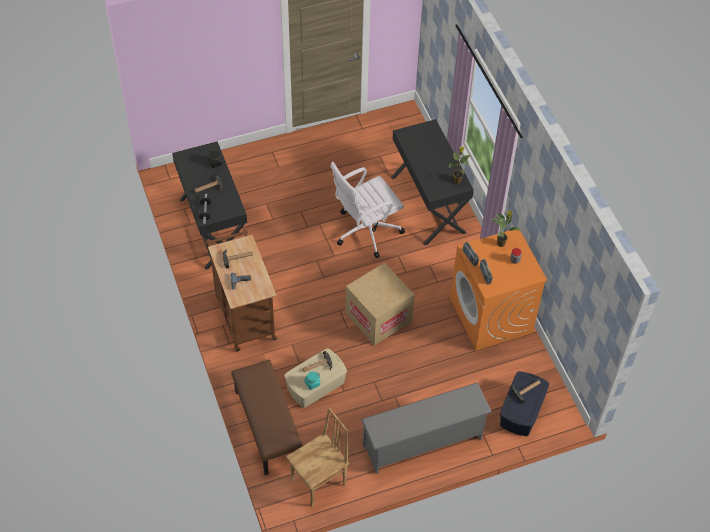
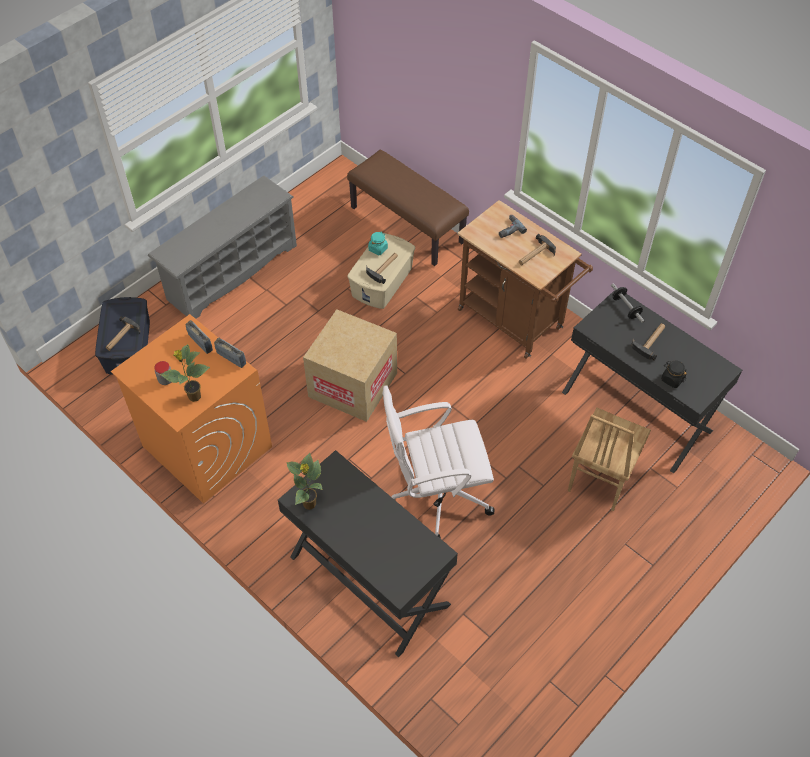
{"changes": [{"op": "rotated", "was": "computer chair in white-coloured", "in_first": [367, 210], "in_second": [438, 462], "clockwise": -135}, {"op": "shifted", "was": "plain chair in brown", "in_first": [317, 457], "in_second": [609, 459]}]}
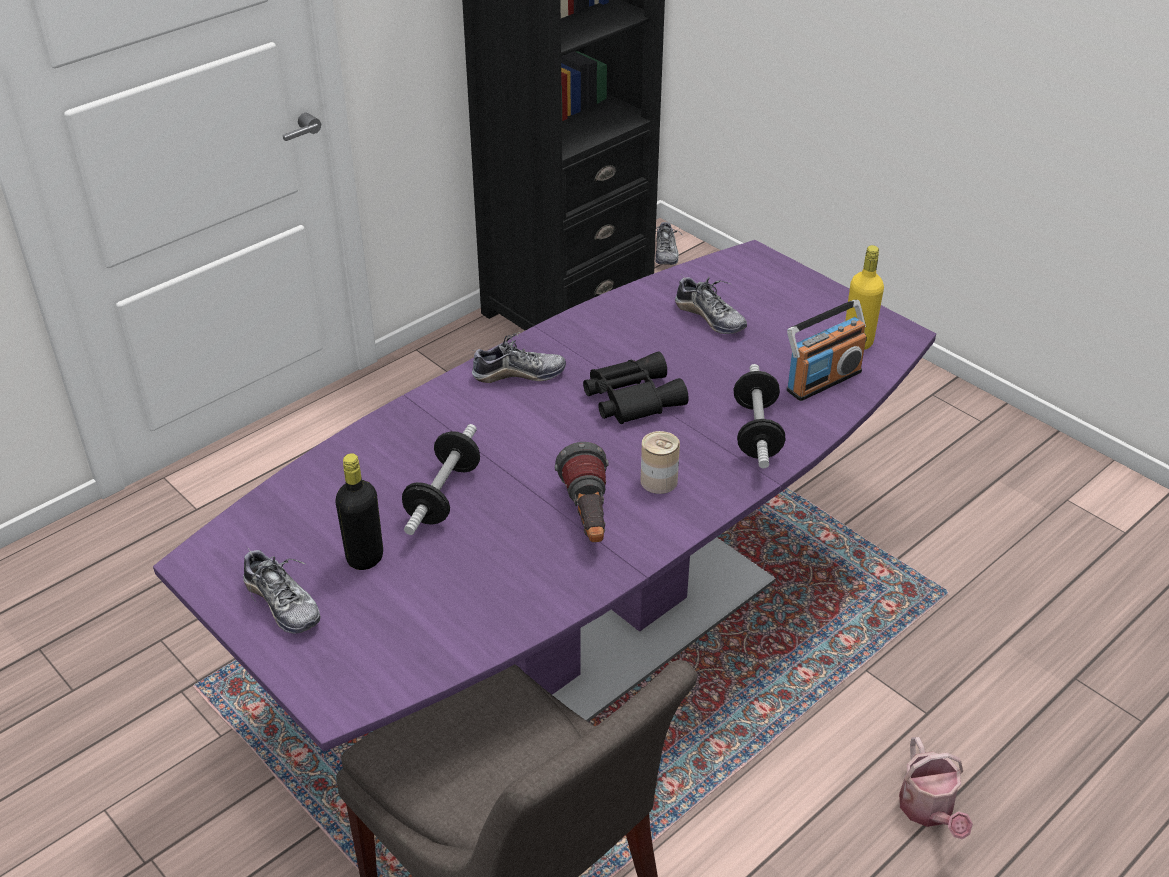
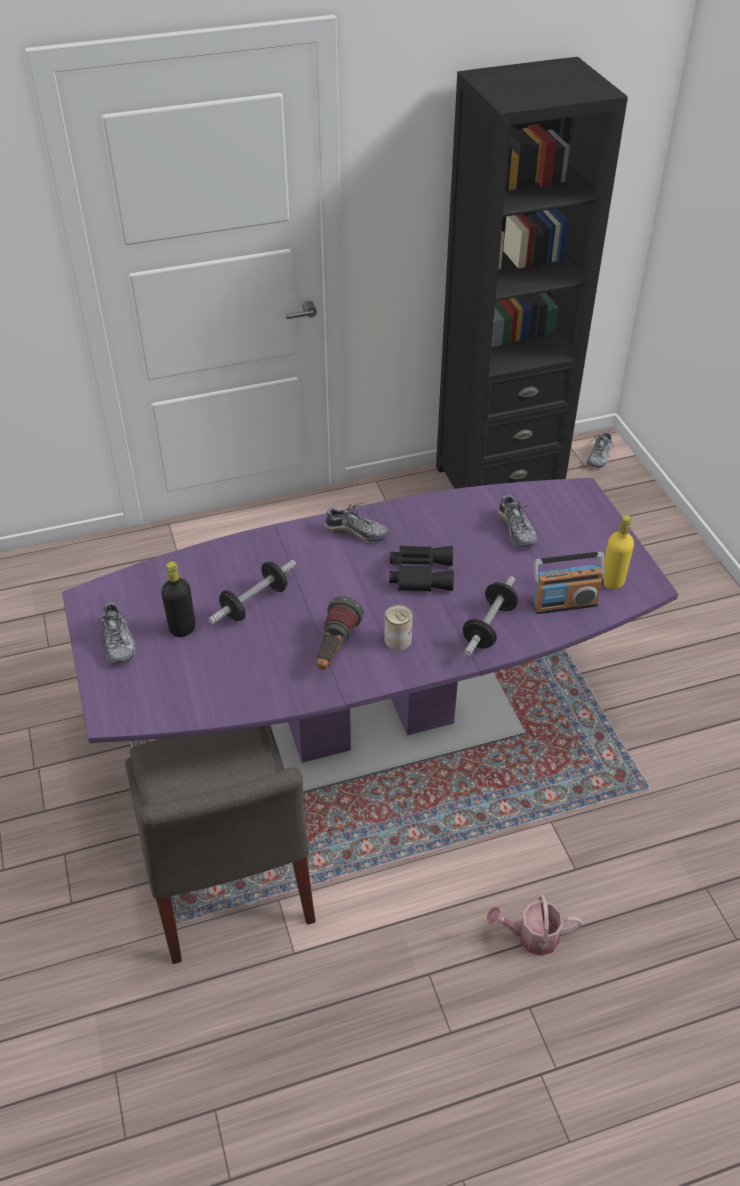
{"changes": [{"op": "rotated", "was": "watering can", "in_first": [936, 788], "in_second": [534, 925], "clockwise": 75}]}
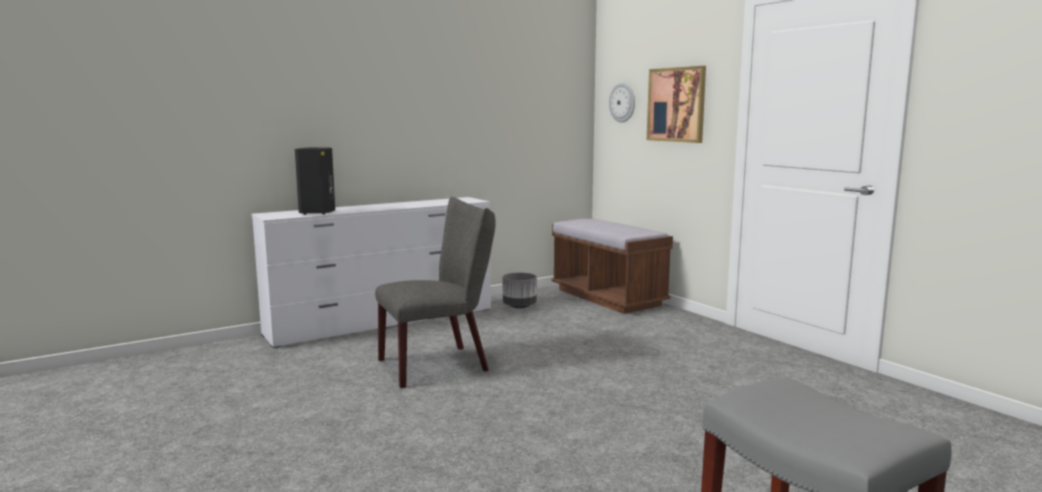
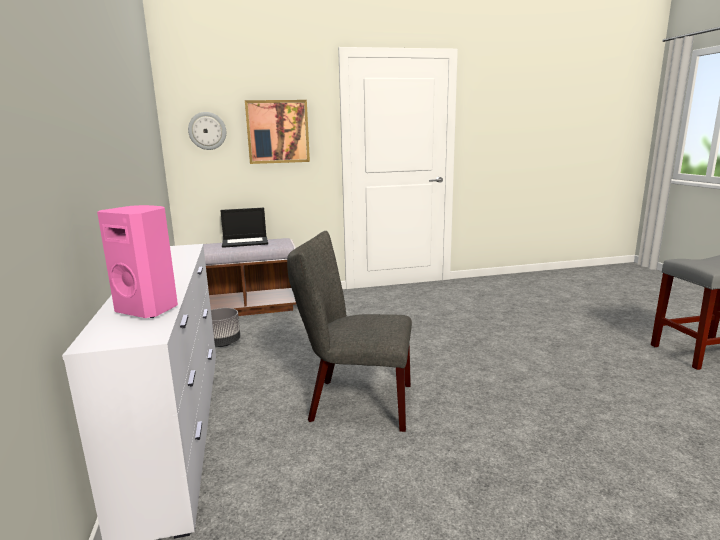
{"changes": [{"op": "repainted", "was": "audio speaker in blackish", "now": "audio speaker in pink-coloured", "in_first": [315, 181], "in_second": [137, 261]}, {"op": "rotated", "was": "plain chair in grey", "in_first": [435, 292], "in_second": [349, 331], "clockwise": -75}, {"op": "new", "now": "notebook computer", "in_second": [244, 228]}]}
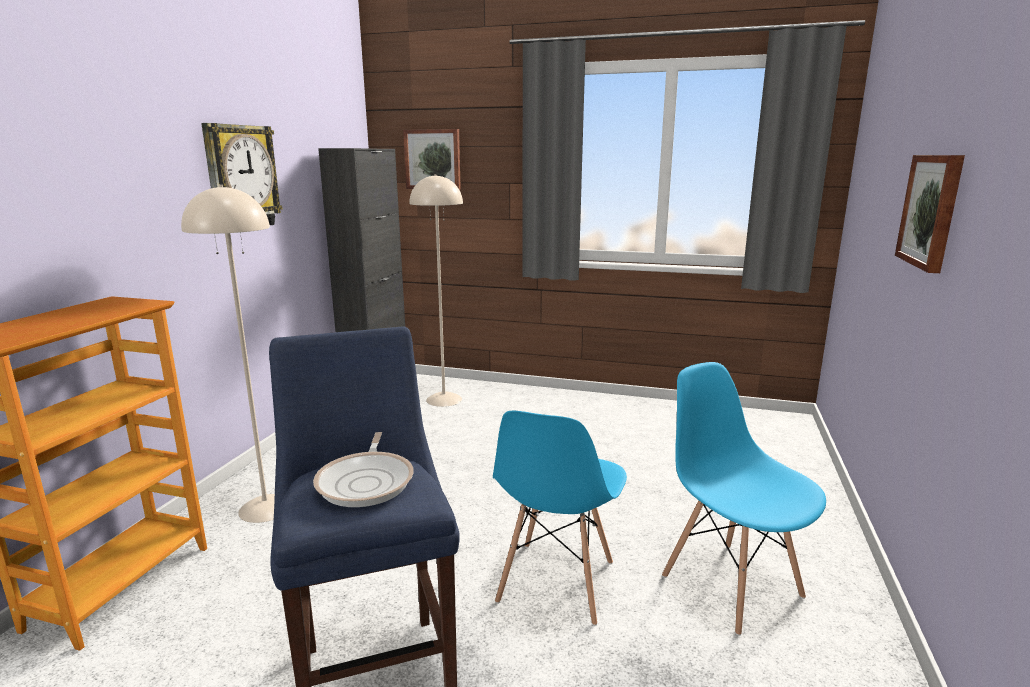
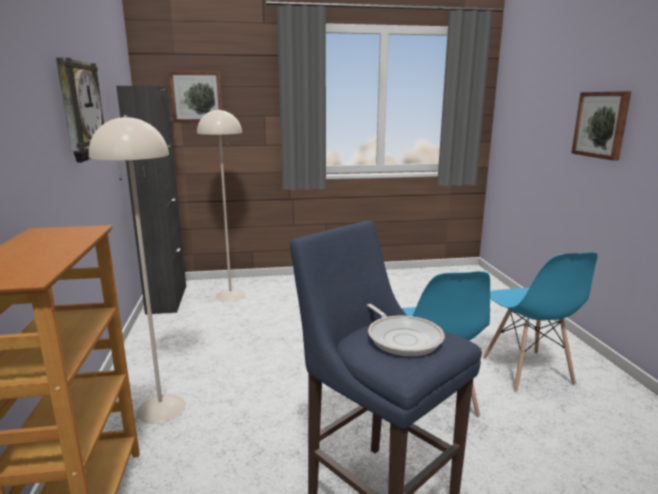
{"changes": [{"op": "rotated", "was": "plain chair in blue", "in_first": [744, 499], "in_second": [540, 322], "clockwise": -135}]}
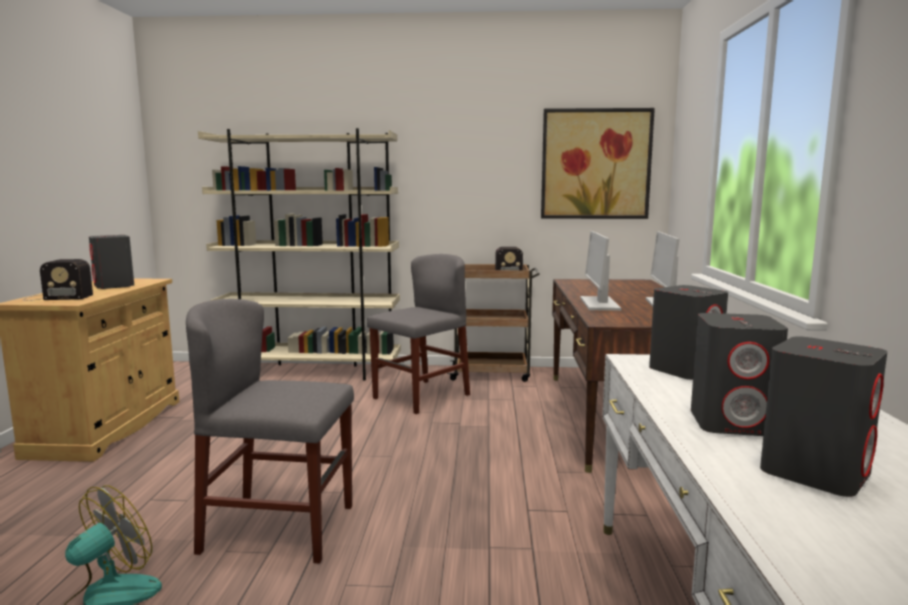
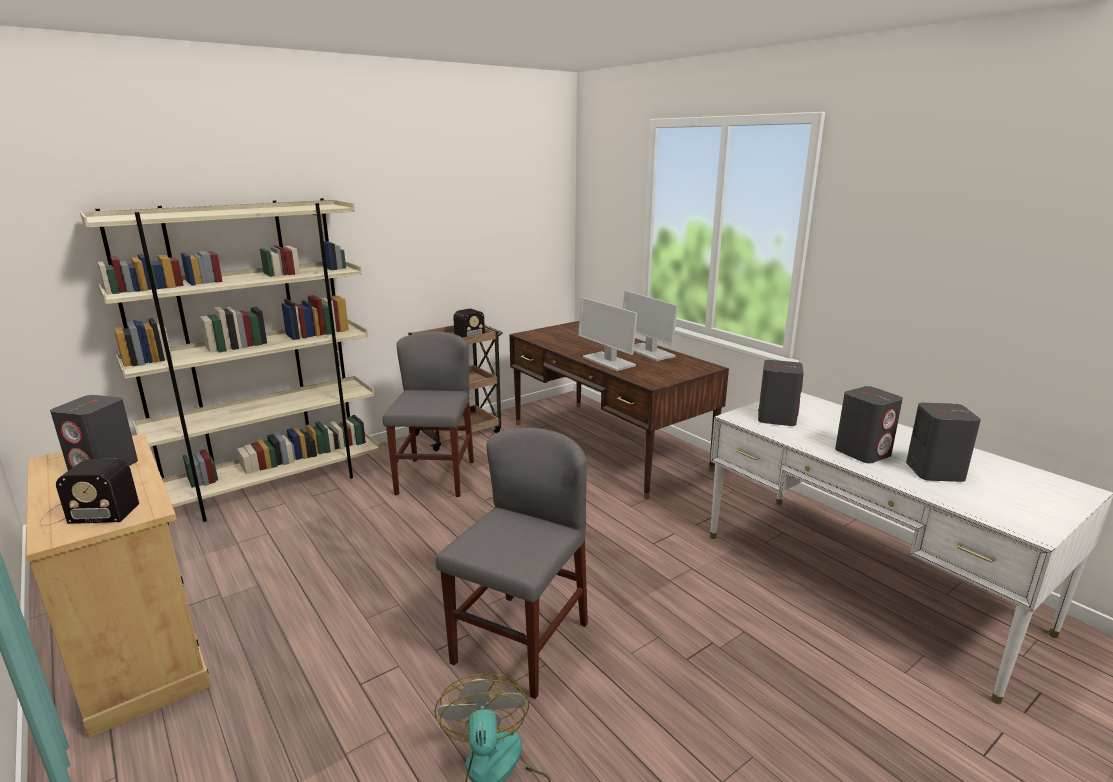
{"changes": [{"op": "gone", "was": "wall picture", "in_first": [598, 163]}, {"op": "rotated", "was": "radio set", "in_first": [58, 280], "in_second": [89, 492], "clockwise": 45}, {"op": "rotated", "was": "plain chair in grey", "in_first": [270, 431], "in_second": [512, 563], "clockwise": 150}]}
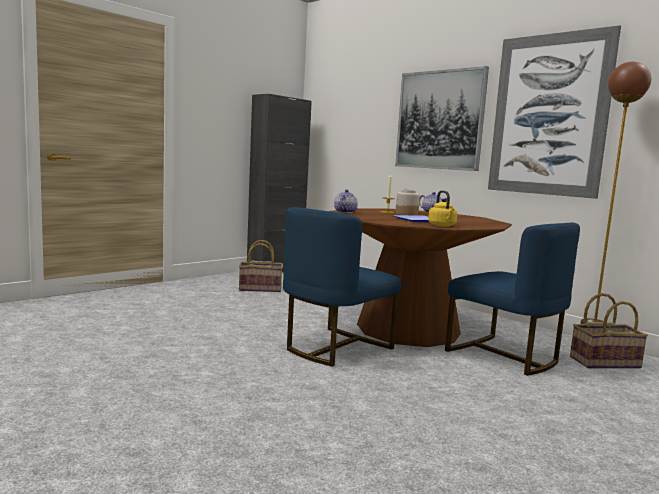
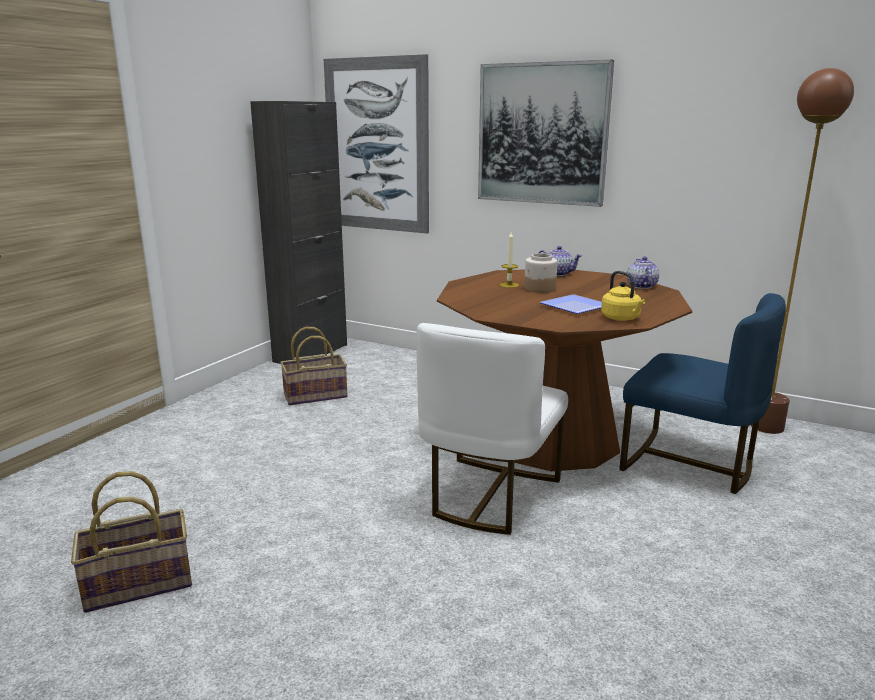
{"changes": [{"op": "shifted", "was": "wall picture", "in_first": [554, 112], "in_second": [376, 144]}, {"op": "shifted", "was": "pot for tea", "in_first": [346, 201], "in_second": [643, 272]}, {"op": "repainted", "was": "plain chair in blue", "now": "plain chair in white-coloured", "in_first": [342, 287], "in_second": [492, 429]}, {"op": "shifted", "was": "household basket", "in_first": [609, 330], "in_second": [131, 542]}]}
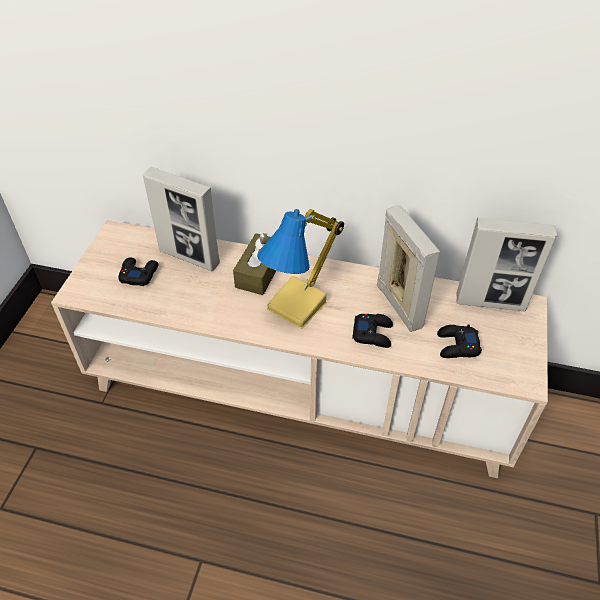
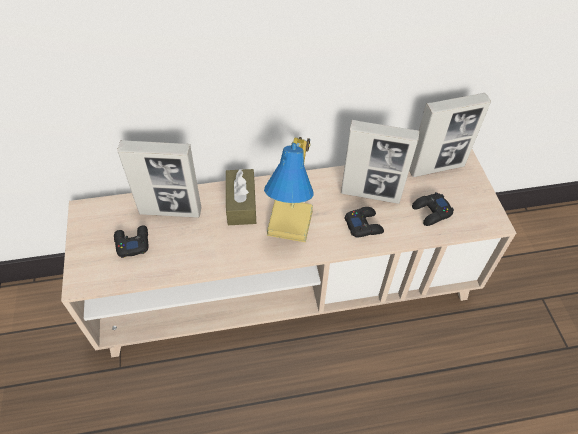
{"changes": [{"op": "rotated", "was": "picture frame", "in_first": [408, 268], "in_second": [380, 162], "clockwise": 150}]}
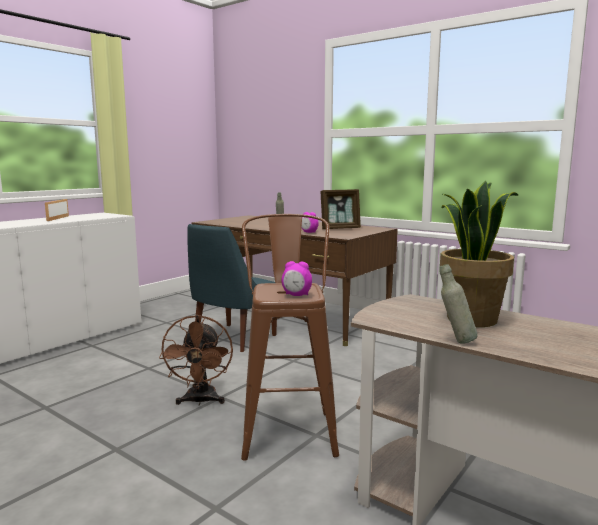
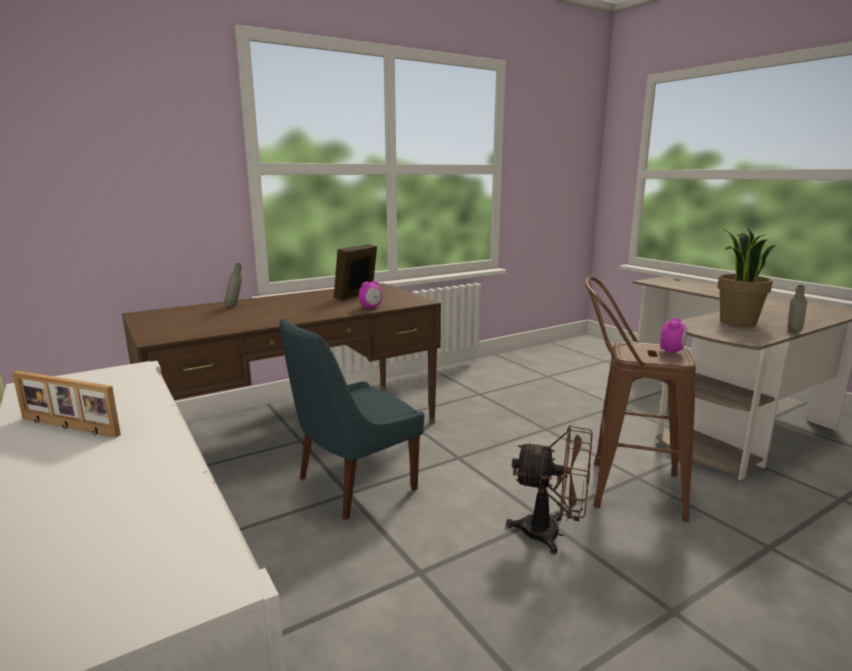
{"changes": [{"op": "rotated", "was": "picture frame", "in_first": [341, 209], "in_second": [355, 272], "clockwise": -150}, {"op": "rotated", "was": "plain chair in blue", "in_first": [232, 288], "in_second": [352, 419], "clockwise": 90}]}
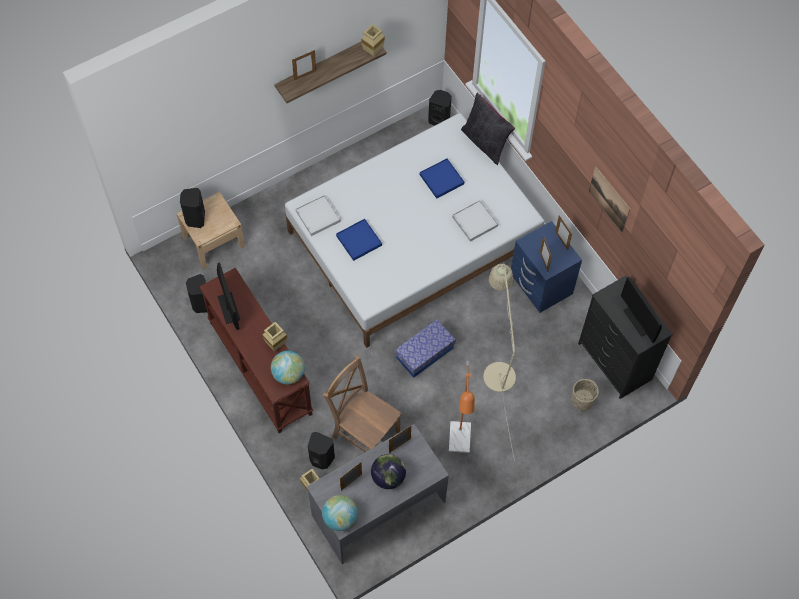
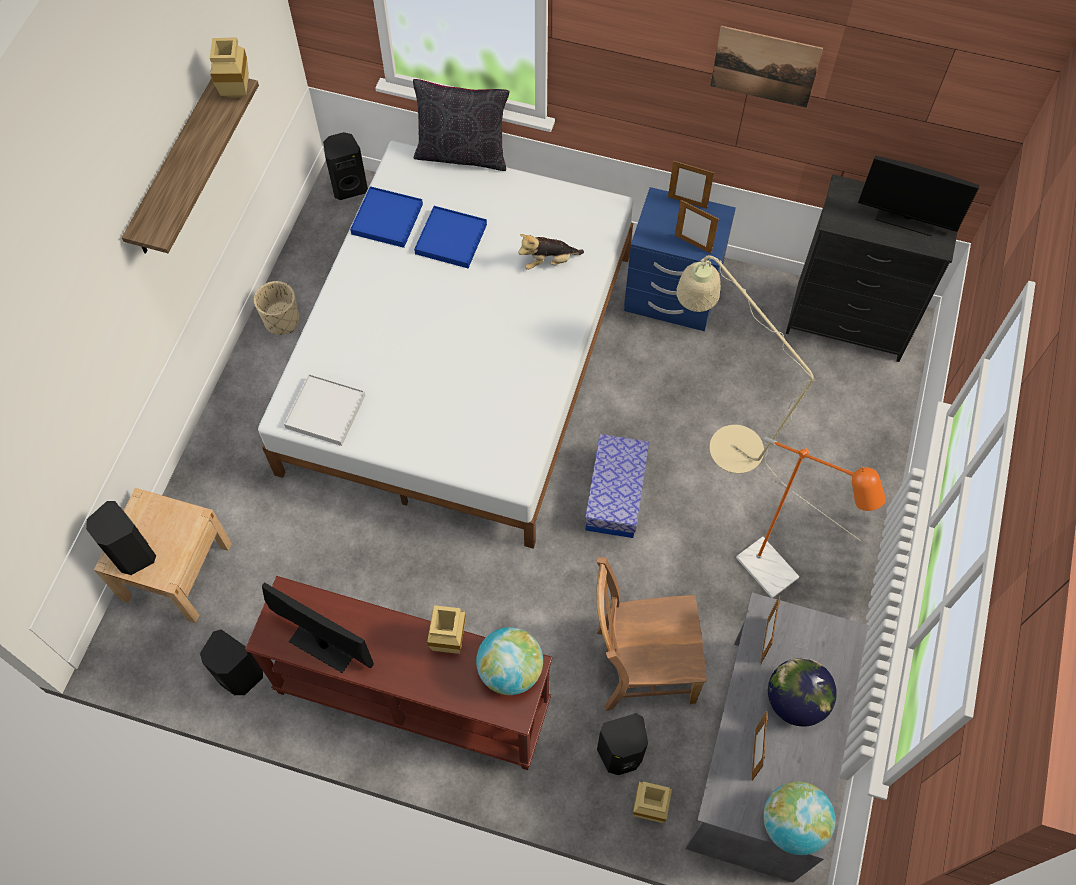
{"changes": [{"op": "gone", "was": "picture frame", "in_first": [304, 65]}, {"op": "swapped", "was": "tray in white-coloured", "now": "cuddly toy", "in_first": [475, 221], "in_second": [551, 252]}, {"op": "shifted", "was": "tray in blue", "in_first": [359, 240], "in_second": [386, 217]}, {"op": "shifted", "was": "flower pot in sand-coloured", "in_first": [585, 395], "in_second": [276, 308]}]}
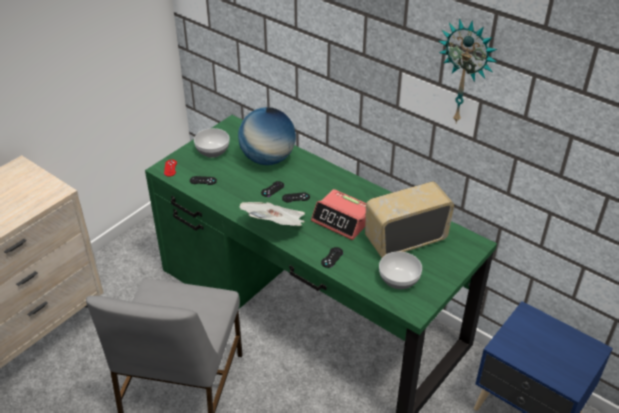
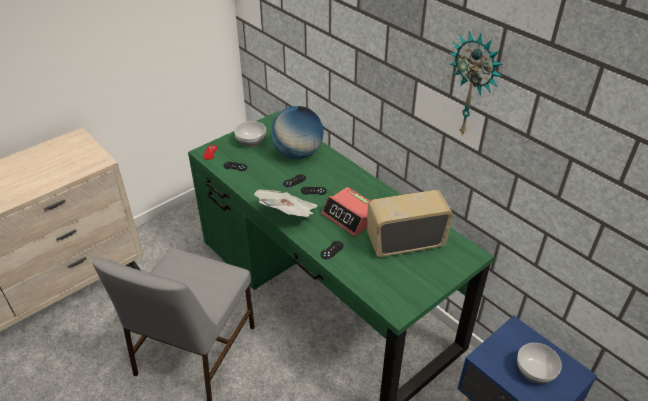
{"changes": [{"op": "shifted", "was": "deep dish", "in_first": [400, 270], "in_second": [539, 363]}]}
